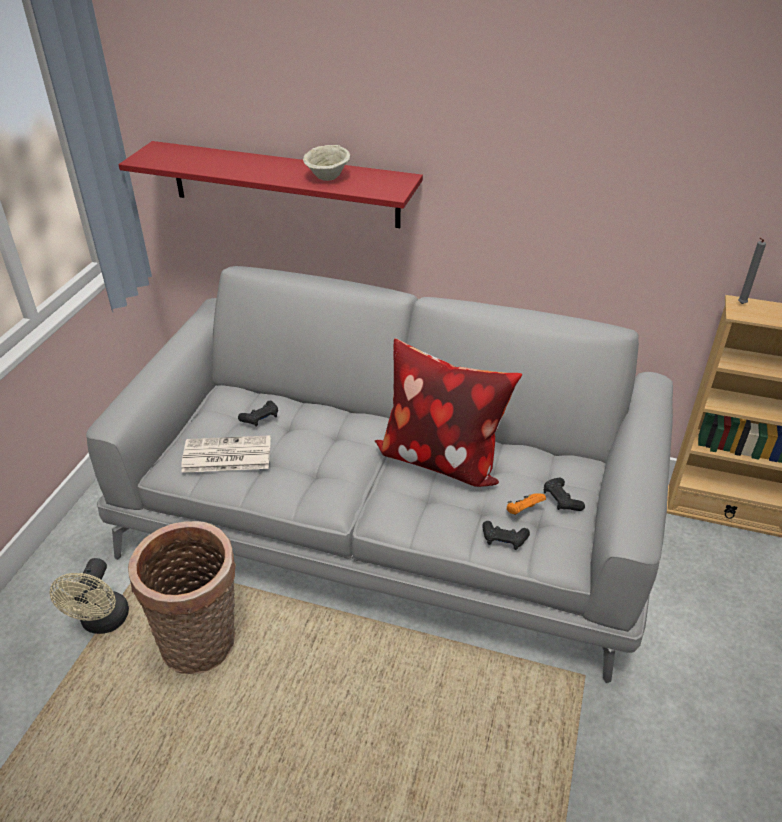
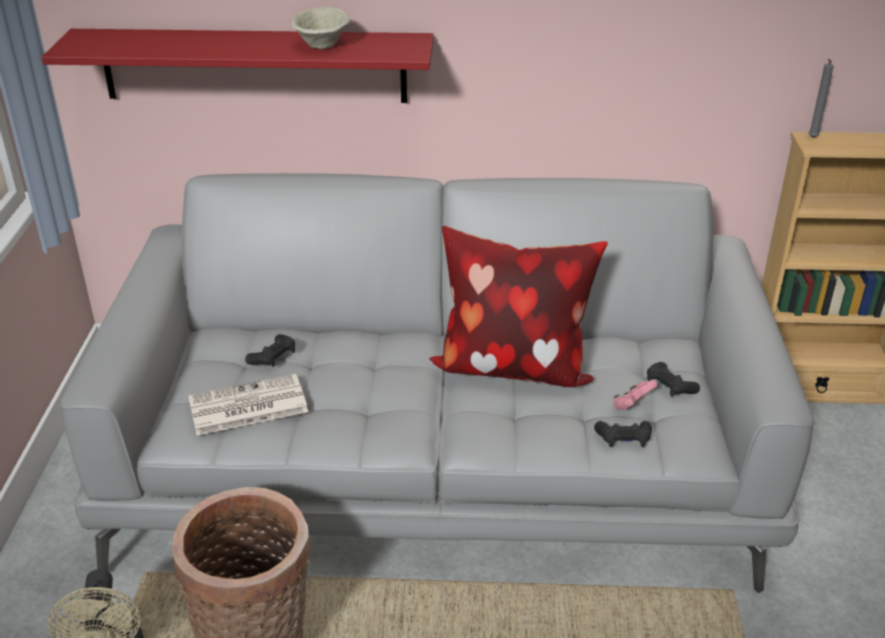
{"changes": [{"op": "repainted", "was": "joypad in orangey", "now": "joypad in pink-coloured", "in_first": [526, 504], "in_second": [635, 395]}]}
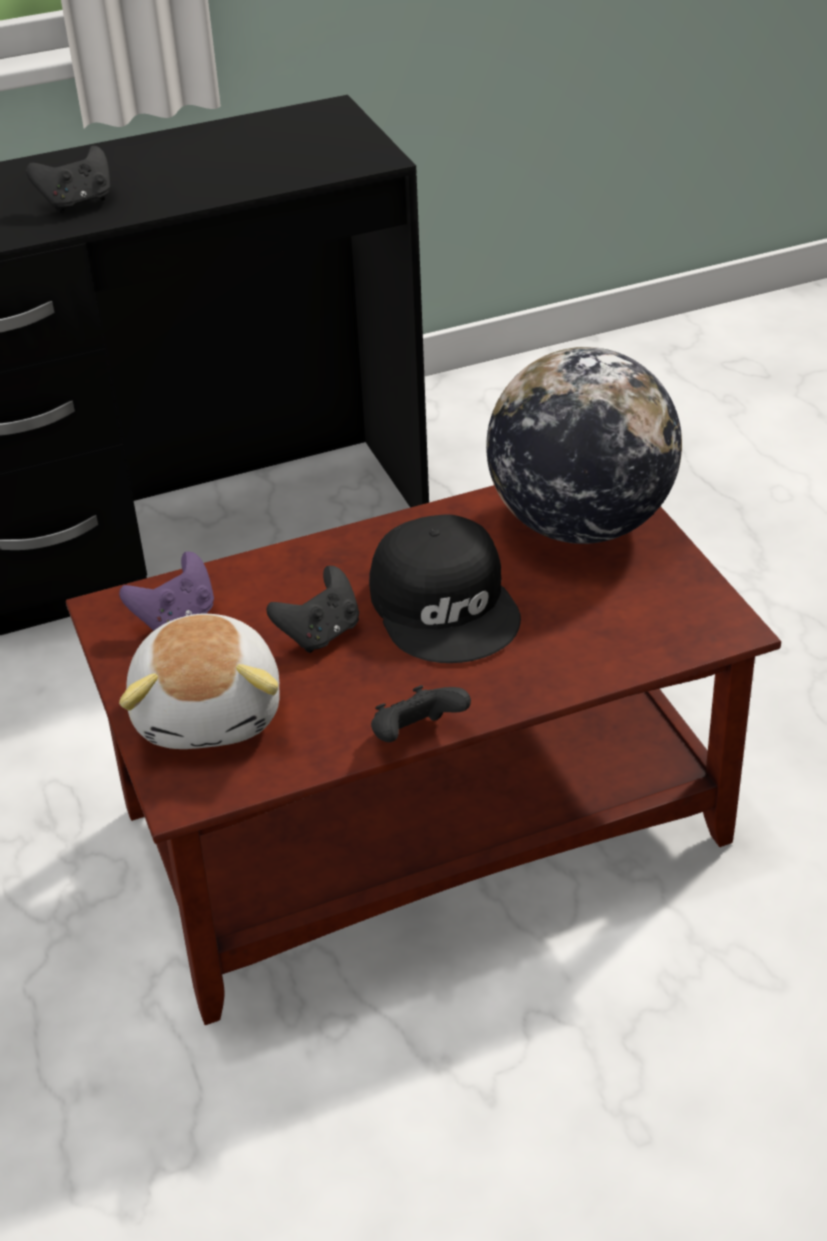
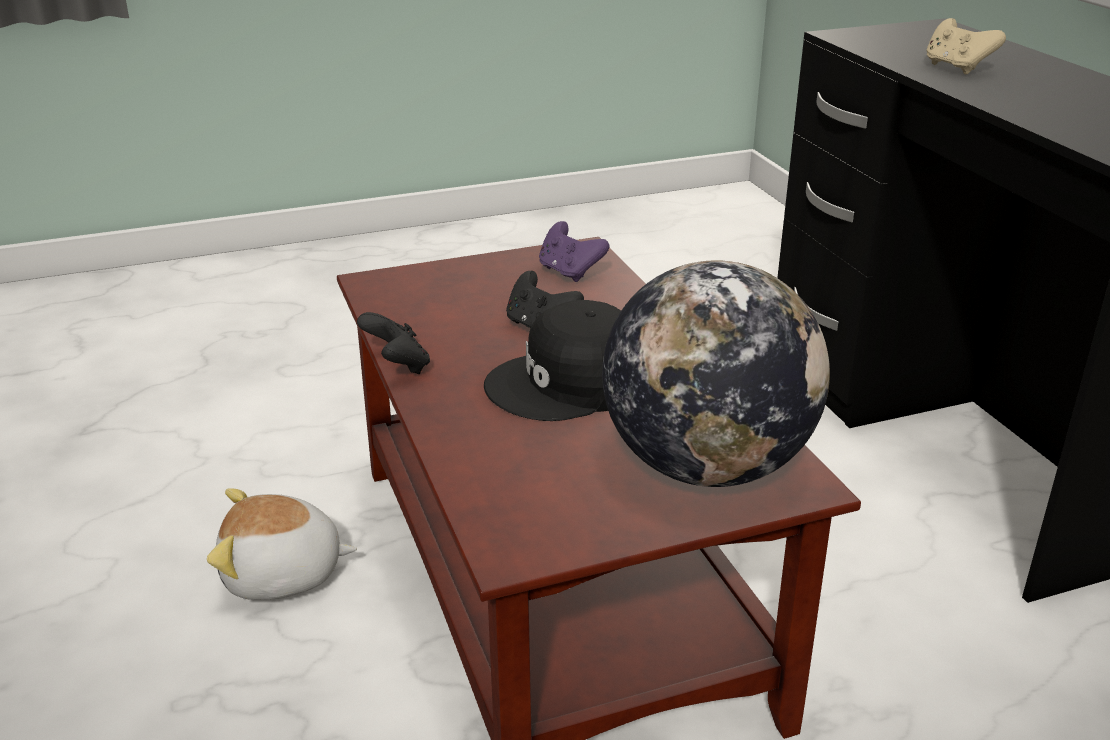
{"changes": [{"op": "repainted", "was": "joypad in blackish", "now": "joypad in sand-coloured", "in_first": [68, 179], "in_second": [966, 46]}, {"op": "shifted", "was": "cuddly toy", "in_first": [199, 681], "in_second": [282, 544]}]}
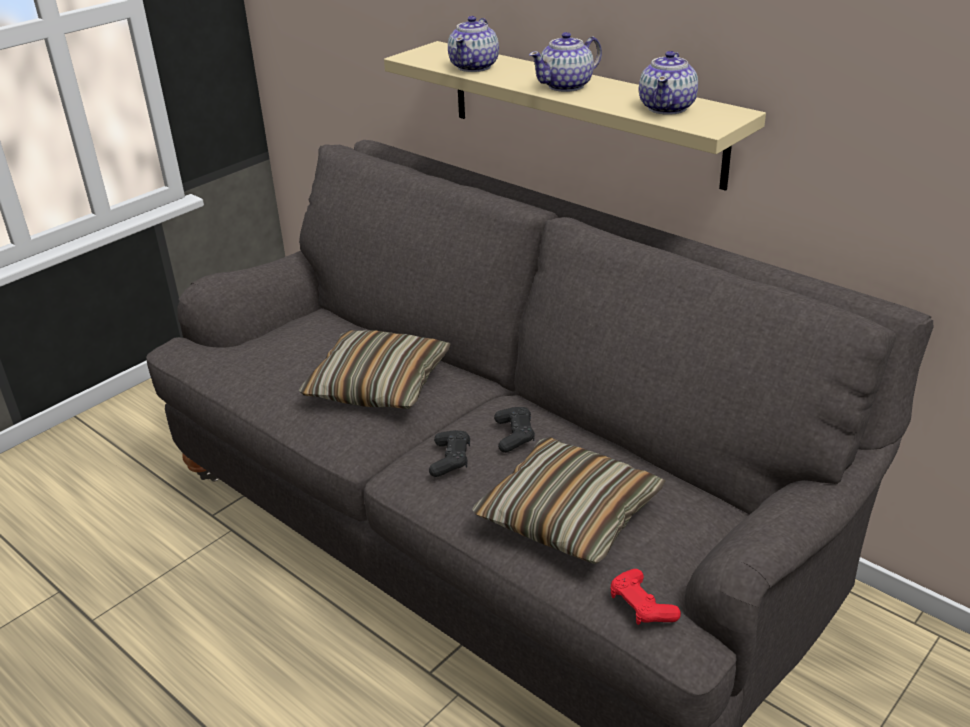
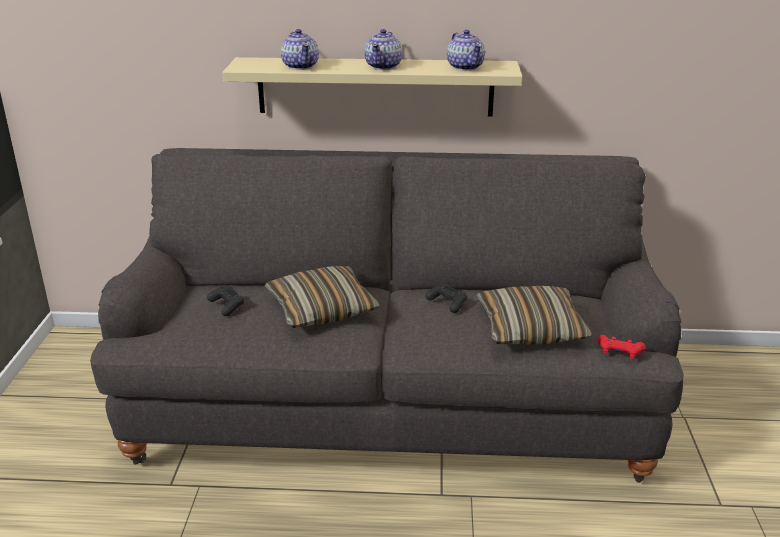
{"changes": [{"op": "shifted", "was": "joypad in blackish", "in_first": [449, 453], "in_second": [225, 301]}]}
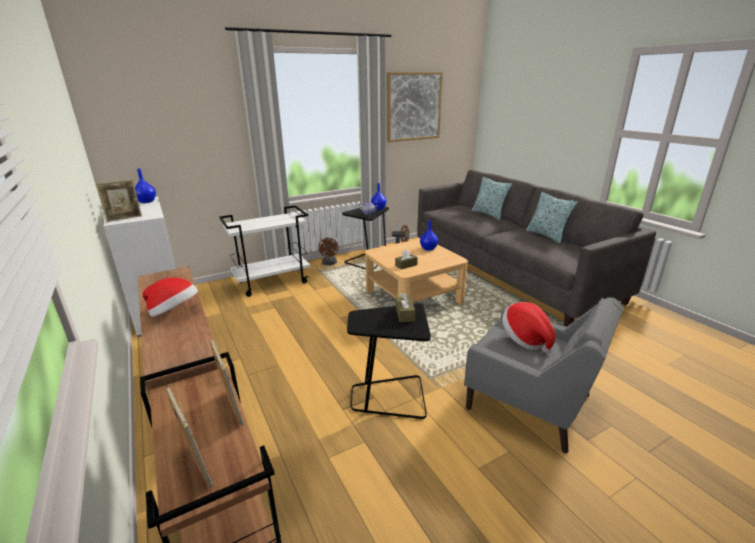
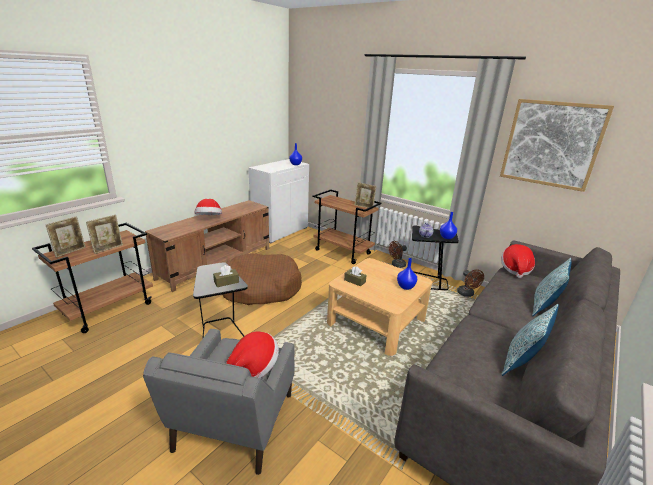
{"changes": [{"op": "shifted", "was": "picture frame", "in_first": [119, 201], "in_second": [366, 195]}, {"op": "repainted", "was": "trolley in white-coloured", "now": "trolley in brown", "in_first": [264, 251], "in_second": [347, 226]}, {"op": "new", "now": "clothing hat", "in_second": [518, 261]}, {"op": "new", "now": "dog cushion in brown", "in_second": [262, 279]}]}
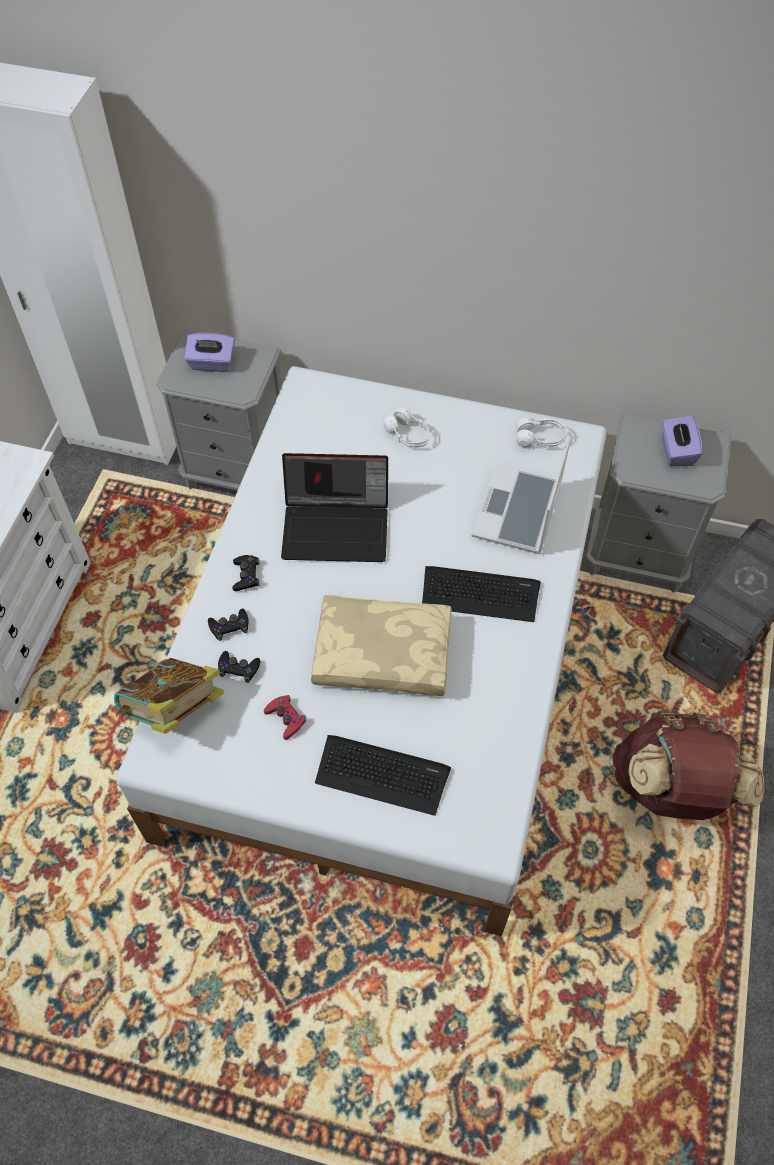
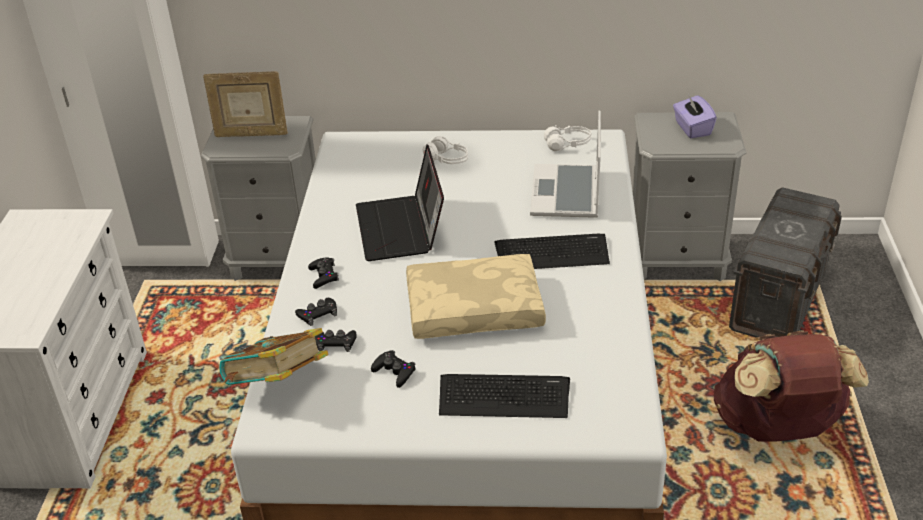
{"changes": [{"op": "swapped", "was": "box of tissues in purple-coloured", "now": "picture frame", "in_first": [209, 352], "in_second": [245, 104]}, {"op": "rotated", "was": "notebook computer", "in_first": [334, 507], "in_second": [400, 202], "clockwise": 90}, {"op": "repainted", "was": "joypad in red-coloured", "now": "joypad in blackish", "in_first": [285, 717], "in_second": [393, 369]}]}
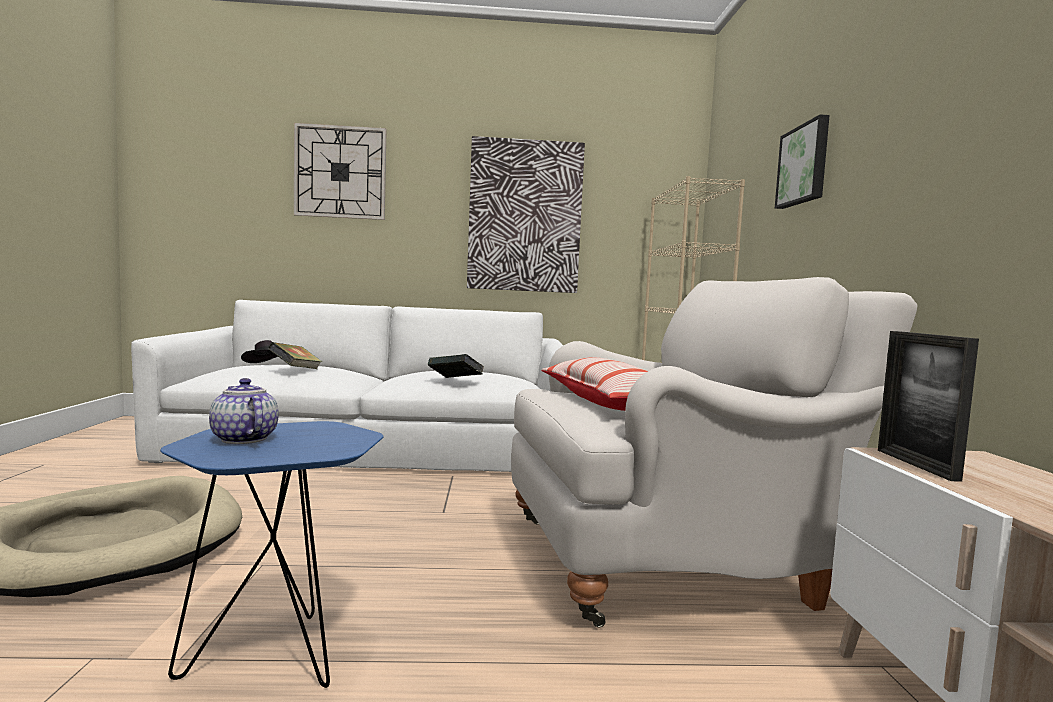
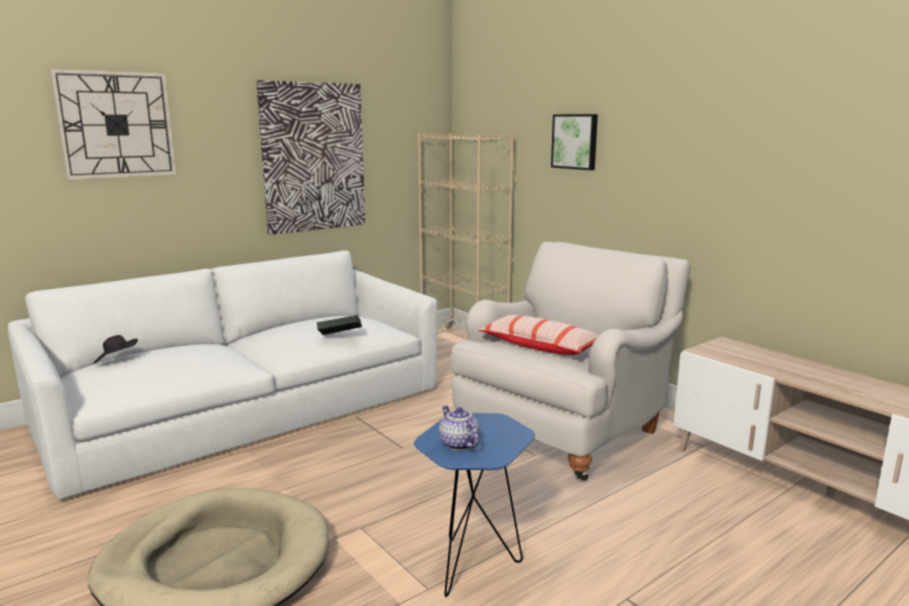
{"changes": [{"op": "gone", "was": "picture frame", "in_first": [928, 406]}, {"op": "gone", "was": "bound book", "in_first": [295, 355]}, {"op": "rotated", "was": "pot for tea", "in_first": [244, 411], "in_second": [459, 428], "clockwise": 45}]}
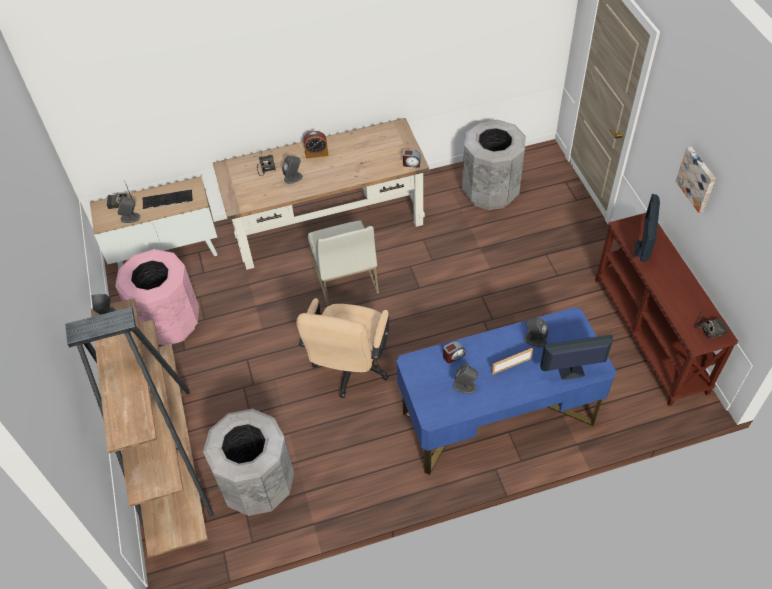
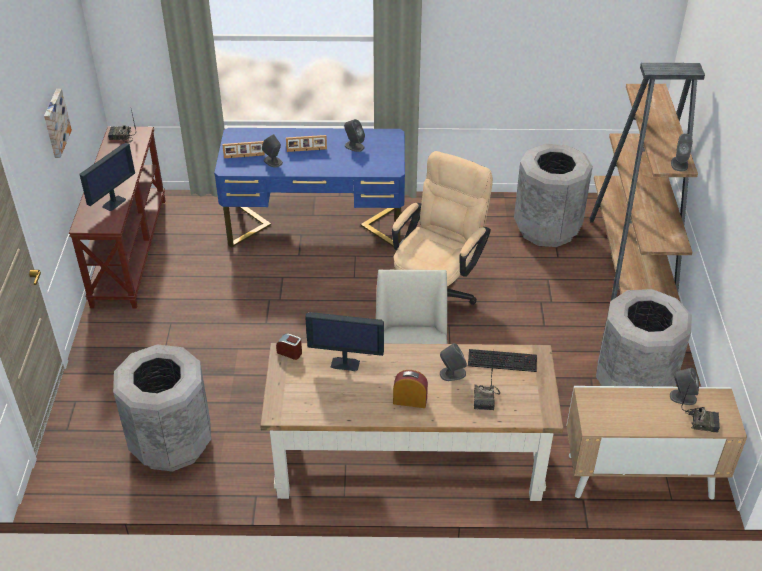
{"changes": [{"op": "shifted", "was": "computer keyboard", "in_first": [168, 199], "in_second": [502, 360]}, {"op": "repainted", "was": "rubbish bin in pink-coloured", "now": "rubbish bin in grey", "in_first": [157, 297], "in_second": [644, 338]}, {"op": "shifted", "was": "monitor", "in_first": [576, 357], "in_second": [344, 341]}, {"op": "gone", "was": "alarm clock", "in_first": [454, 351]}, {"op": "new", "now": "picture frame", "in_second": [243, 149]}]}
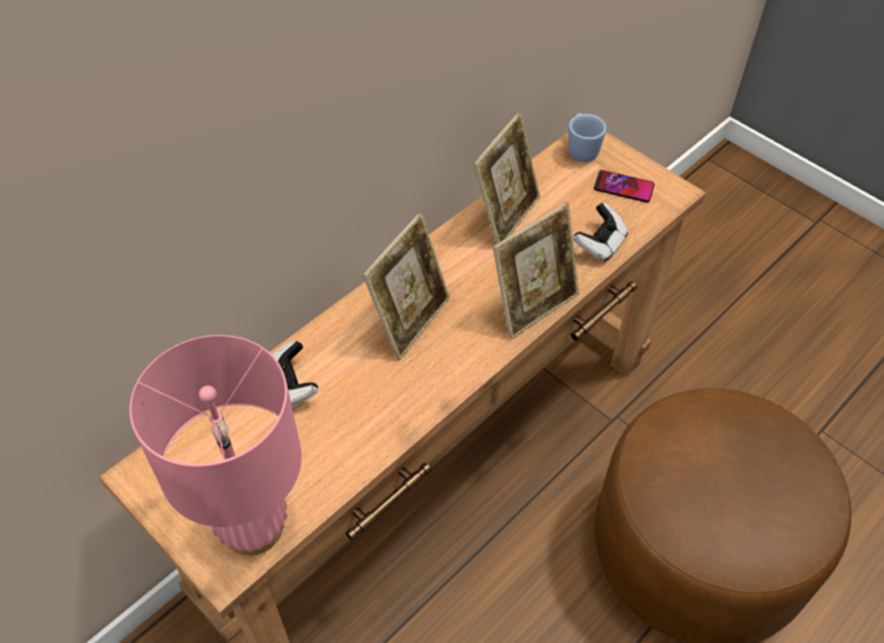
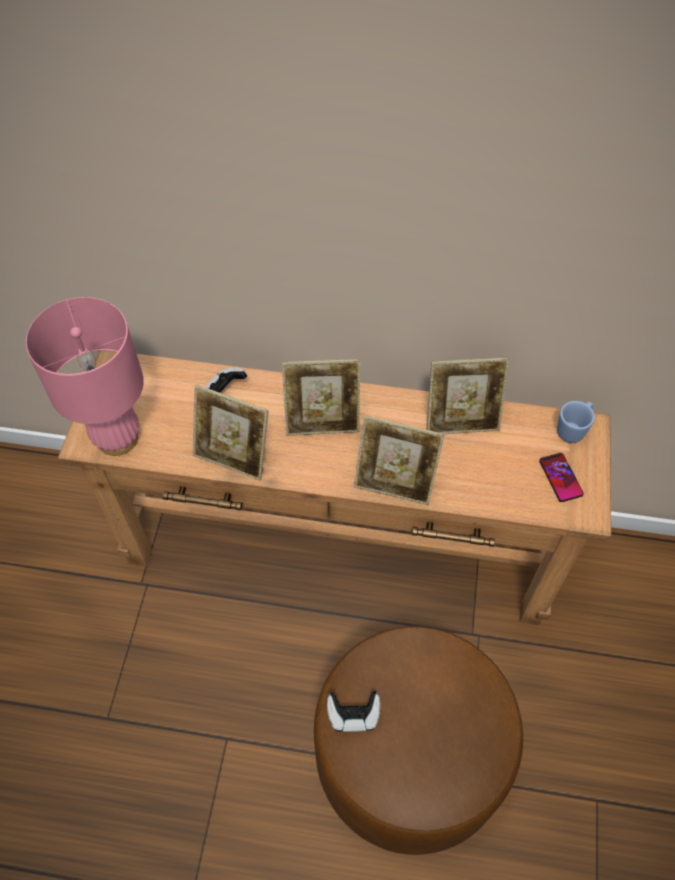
{"changes": [{"op": "shifted", "was": "joypad", "in_first": [600, 232], "in_second": [354, 711]}, {"op": "new", "now": "picture frame", "in_second": [231, 432]}]}
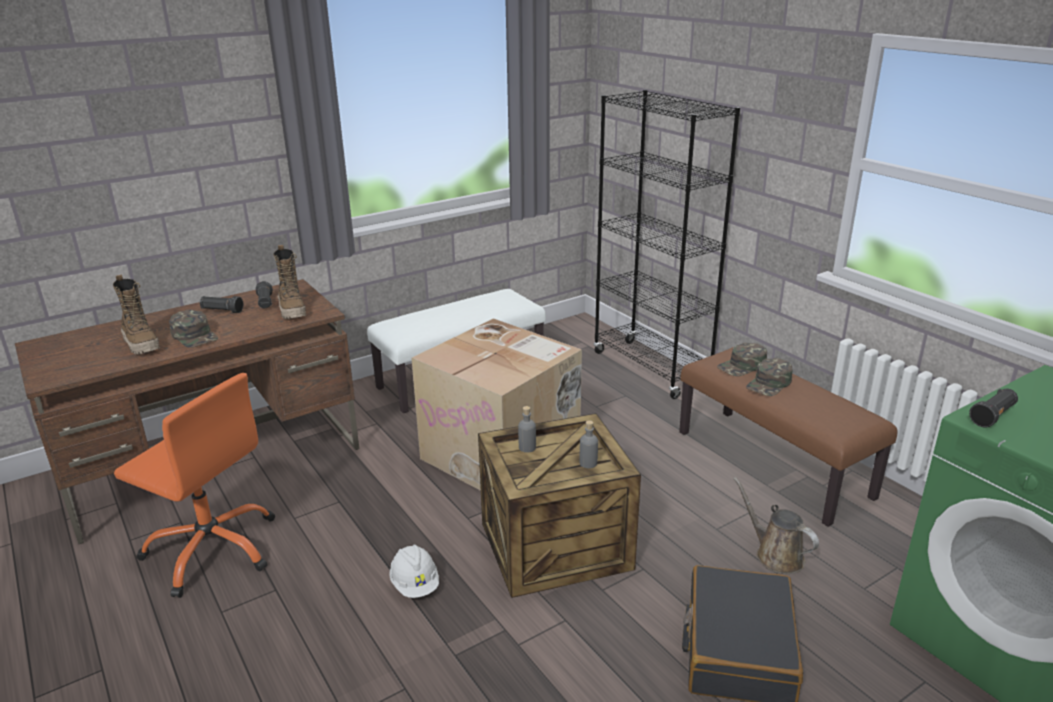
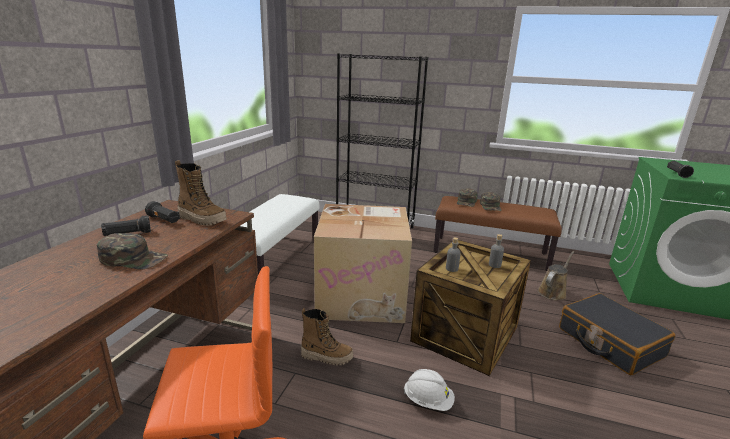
{"changes": [{"op": "shifted", "was": "tall boot", "in_first": [136, 314], "in_second": [327, 336]}, {"op": "rotated", "was": "watering can in brown", "in_first": [776, 525], "in_second": [555, 275], "clockwise": 120}]}
